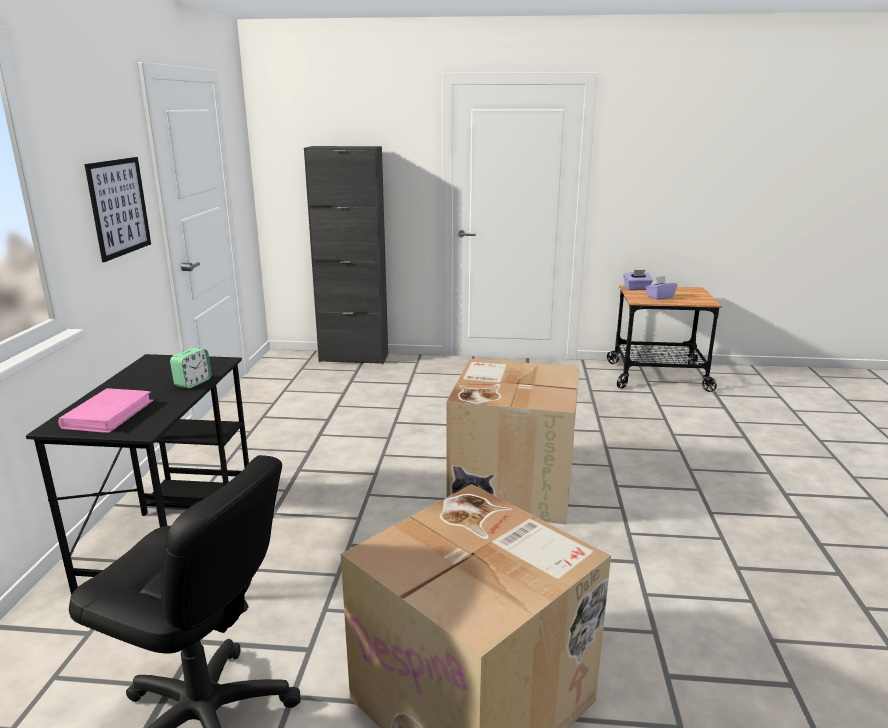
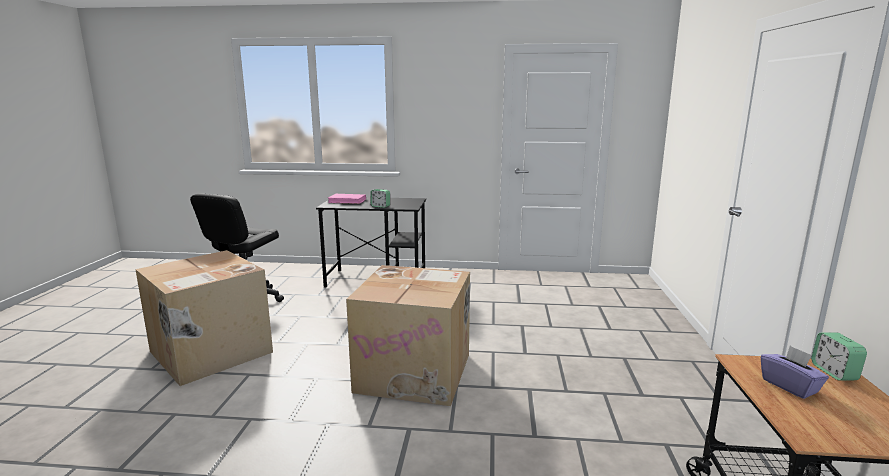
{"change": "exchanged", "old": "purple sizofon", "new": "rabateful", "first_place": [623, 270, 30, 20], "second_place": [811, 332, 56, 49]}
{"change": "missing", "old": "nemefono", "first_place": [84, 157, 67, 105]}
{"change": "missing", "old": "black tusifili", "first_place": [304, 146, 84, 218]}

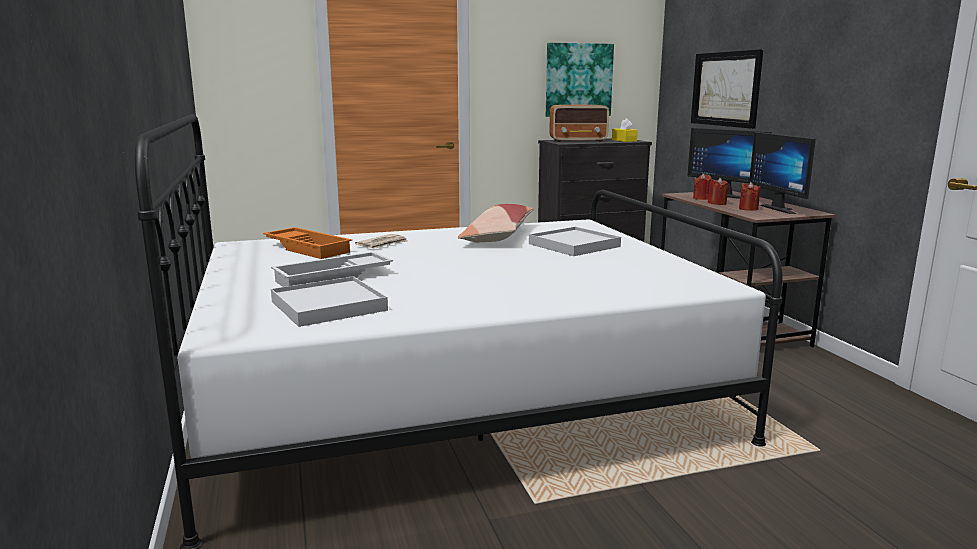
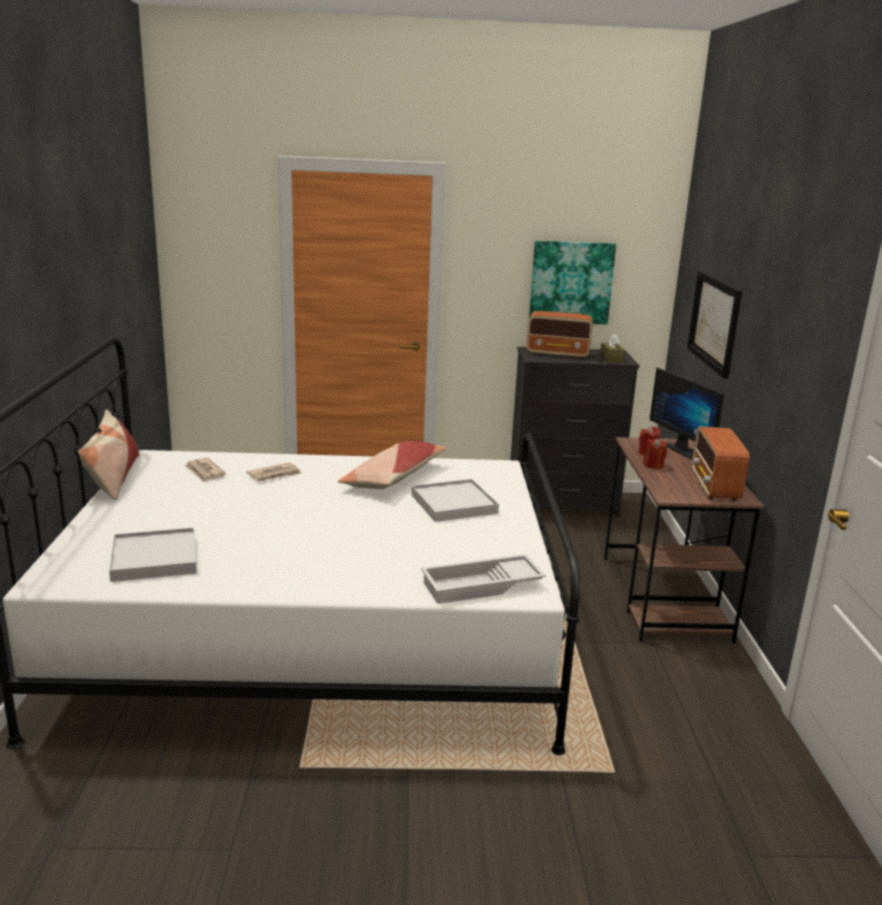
{"change": "appeared", "new": "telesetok", "second_place": [78, 409, 62, 91]}
{"change": "exchanged", "old": "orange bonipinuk", "new": "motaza", "first_place": [263, 227, 89, 32], "second_place": [184, 458, 42, 24]}
{"change": "relocated", "old": "white bonipinuk", "first_place": [271, 251, 122, 36], "second_place": [421, 554, 125, 50]}
{"change": "colour", "old": "yellow sizofon", "new": "brown sizofon", "first_place": [612, 118, 26, 24], "second_place": [600, 334, 25, 28]}
{"change": "exchanged", "old": "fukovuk", "new": "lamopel", "first_place": [749, 132, 67, 82], "second_place": [692, 427, 58, 74]}
{"change": "missing", "old": "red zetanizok", "first_place": [739, 182, 22, 29]}

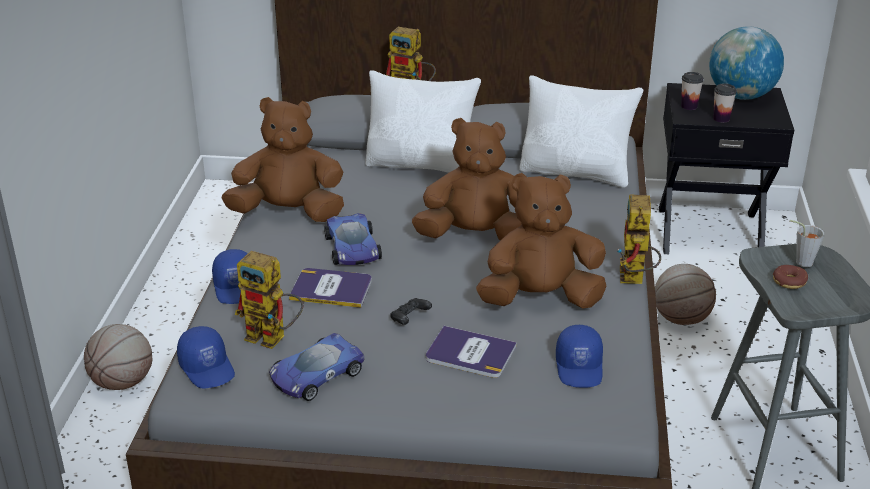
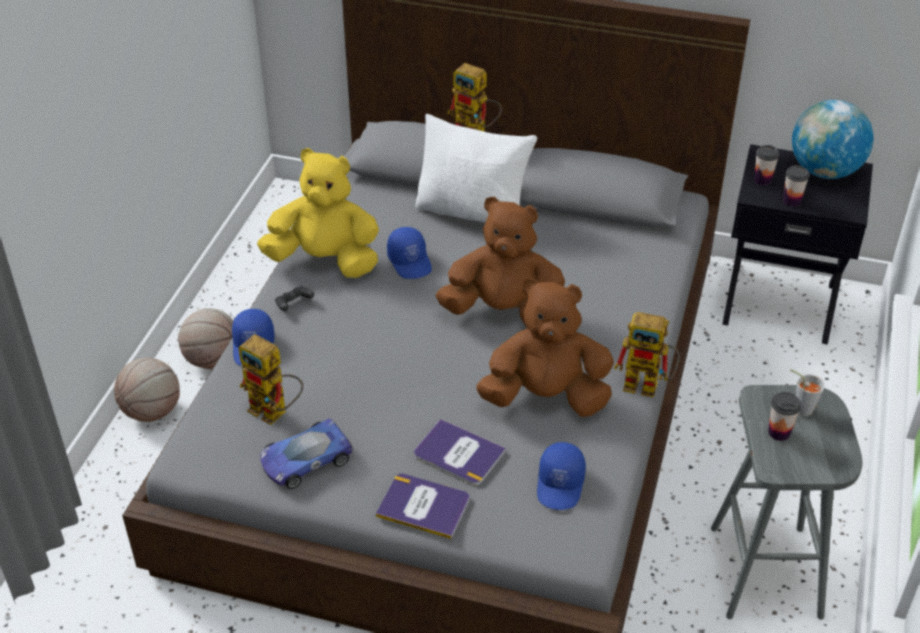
{"change": "relocated", "old": "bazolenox", "first_place": [655, 264, 61, 61], "second_place": [178, 308, 56, 61]}
{"change": "colour", "old": "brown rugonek", "new": "yellow rugonek", "first_place": [222, 97, 122, 125], "second_place": [257, 148, 122, 130]}
{"change": "relocated", "old": "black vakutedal", "first_place": [390, 298, 42, 27], "second_place": [275, 286, 39, 25]}
{"change": "relocated", "old": "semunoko", "first_place": [289, 268, 83, 40], "second_place": [376, 474, 93, 65]}
{"change": "relocated", "old": "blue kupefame", "first_place": [177, 326, 58, 62], "second_place": [387, 227, 45, 52]}
{"change": "spun", "old": "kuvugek", "first_place": [617, 194, 44, 90], "second_place": [614, 312, 66, 85], "degrees": -90}
{"change": "exchanged", "old": "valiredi", "new": "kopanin", "first_place": [773, 265, 35, 24], "second_place": [768, 392, 33, 49]}
{"change": "missing", "old": "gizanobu", "first_place": [324, 213, 58, 52]}
{"change": "missing", "old": "white telesetok", "first_place": [519, 75, 124, 113]}

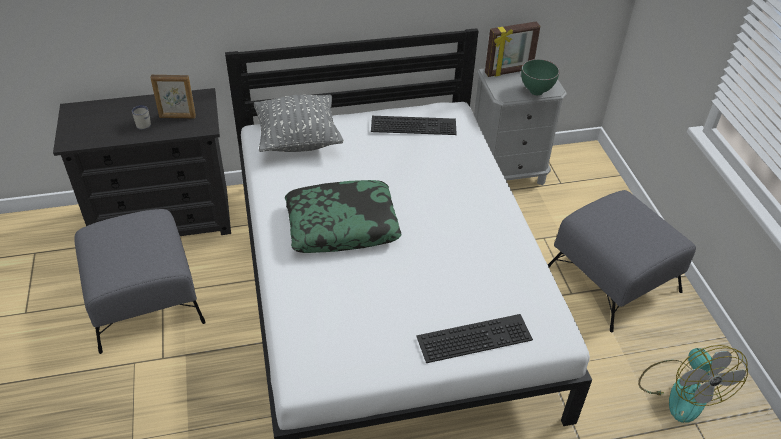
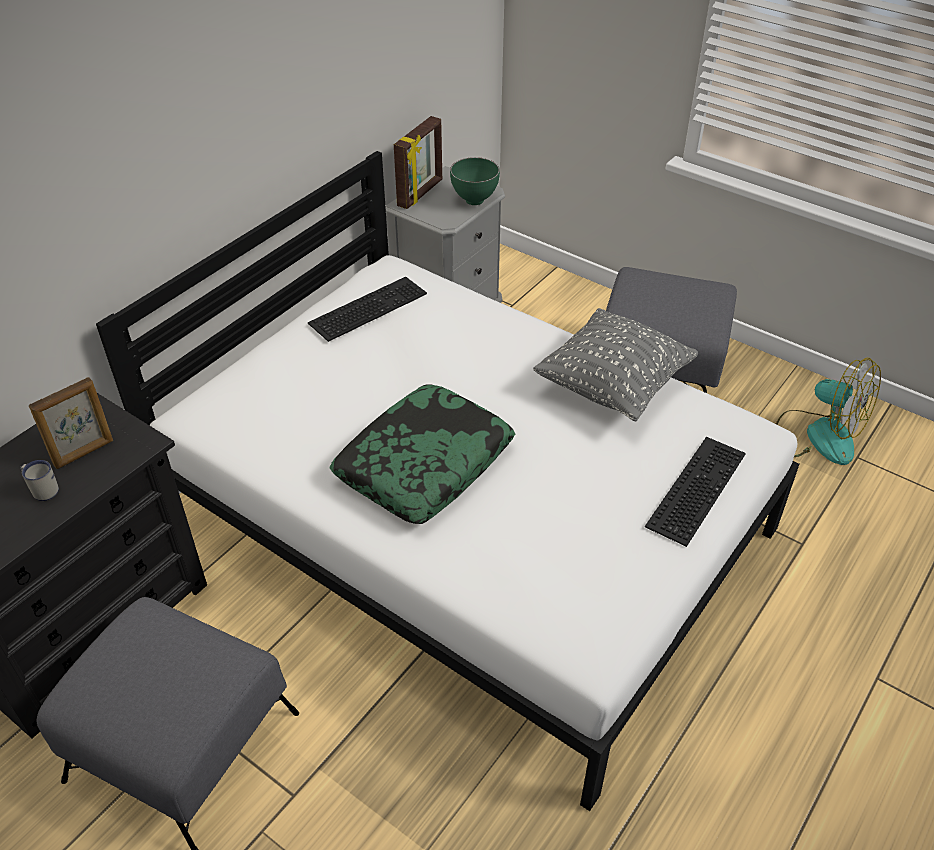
{"change": "relocated", "old": "grey telesetok", "first_place": [254, 94, 90, 58], "second_place": [533, 308, 165, 113]}

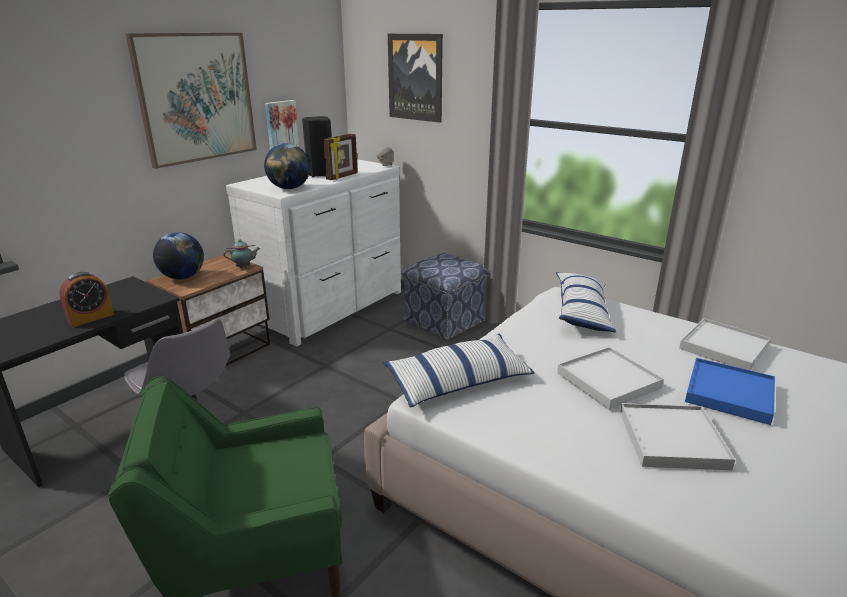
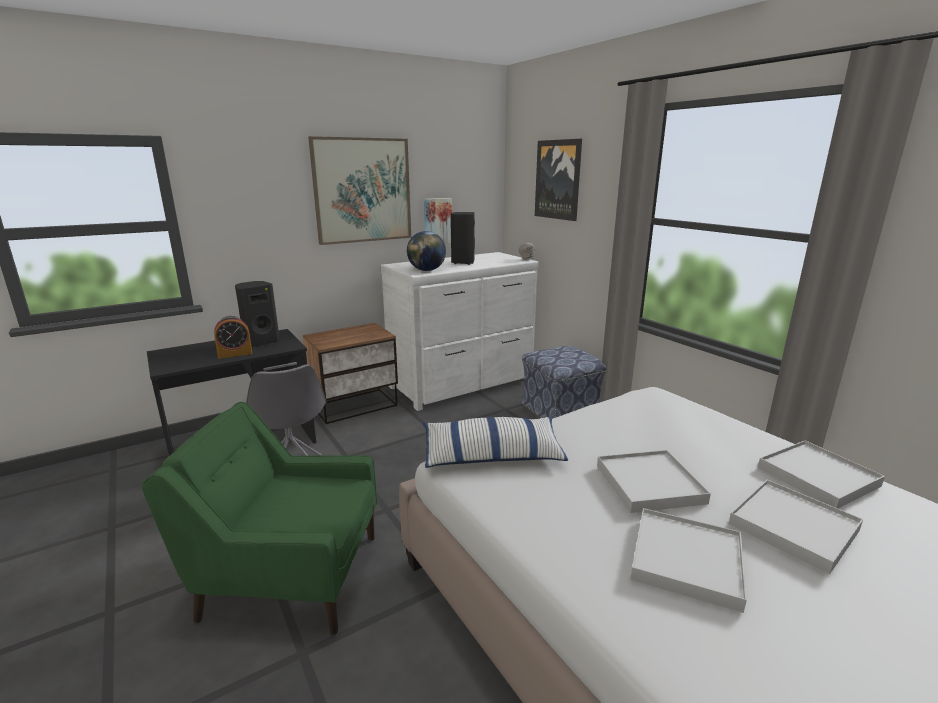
{"change": "appeared", "new": "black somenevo", "second_place": [235, 281, 45, 66]}
{"change": "colour", "old": "blue bonipinuk", "new": "white bonipinuk", "first_place": [685, 358, 90, 67], "second_place": [729, 479, 134, 95]}
{"change": "missing", "old": "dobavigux", "first_place": [153, 232, 51, 47]}
{"change": "missing", "old": "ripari", "first_place": [224, 239, 36, 29]}
{"change": "missing", "old": "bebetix", "first_place": [323, 134, 35, 46]}
{"change": "missing", "old": "telesetok", "first_place": [556, 272, 60, 60]}

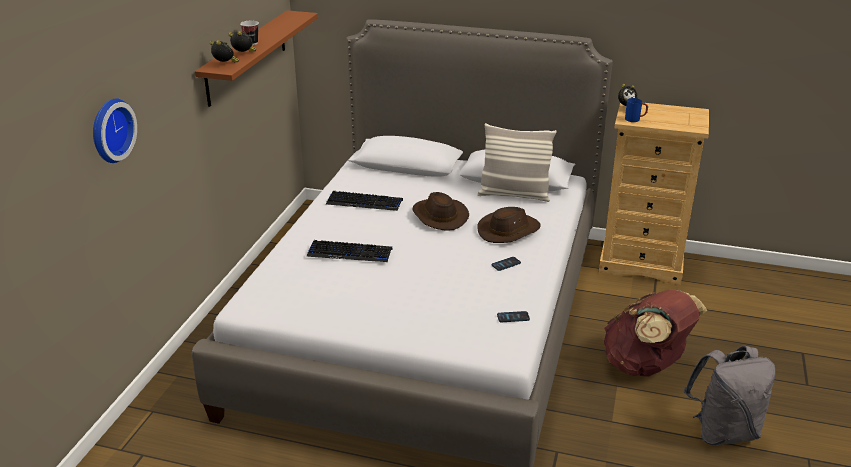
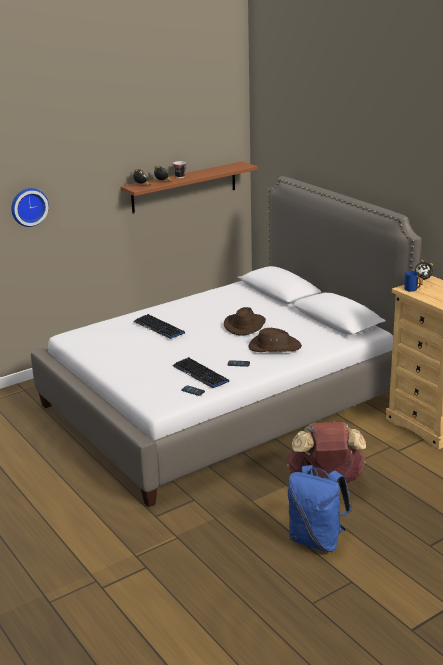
{"change": "relocated", "old": "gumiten", "first_place": [326, 191, 77, 20], "second_place": [173, 357, 56, 31]}
{"change": "colour", "old": "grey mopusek", "new": "blue mopusek", "first_place": [683, 346, 93, 100], "second_place": [288, 465, 63, 87]}
{"change": "missing", "old": "telesetok", "first_place": [477, 123, 80, 79]}

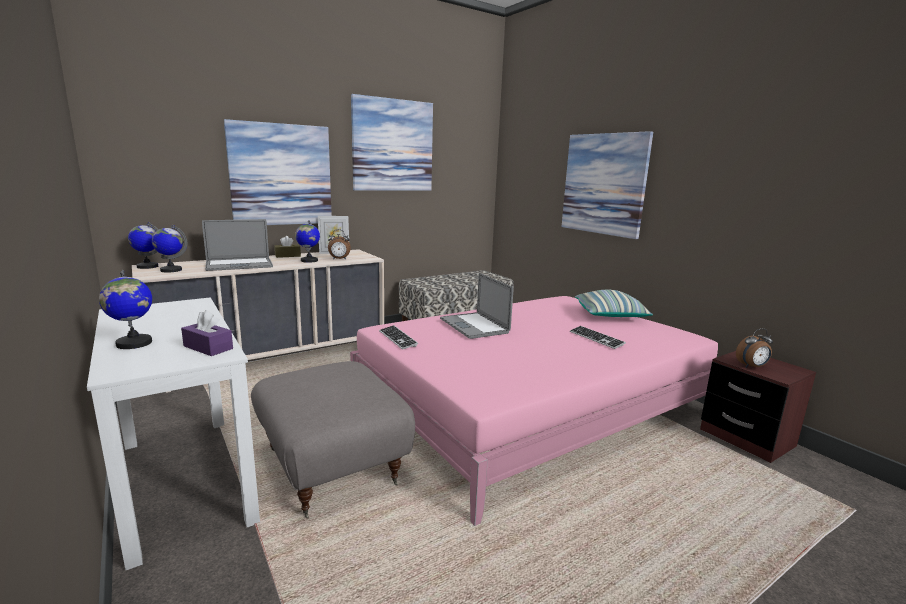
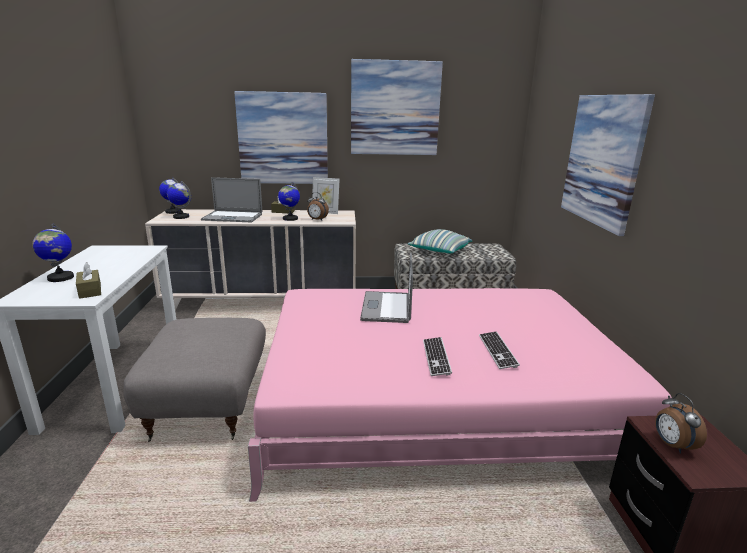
{"change": "colour", "old": "purple sizofon", "new": "brown sizofon", "first_place": [181, 310, 52, 46], "second_place": [76, 262, 25, 37]}
{"change": "relocated", "old": "telesetok", "first_place": [575, 290, 78, 27], "second_place": [408, 229, 65, 24]}
{"change": "relocated", "old": "gumiten", "first_place": [379, 325, 39, 25], "second_place": [423, 337, 29, 39]}
{"change": "spun", "old": "rabateful", "first_place": [736, 328, 37, 40], "second_place": [655, 393, 52, 61], "degrees": 60}

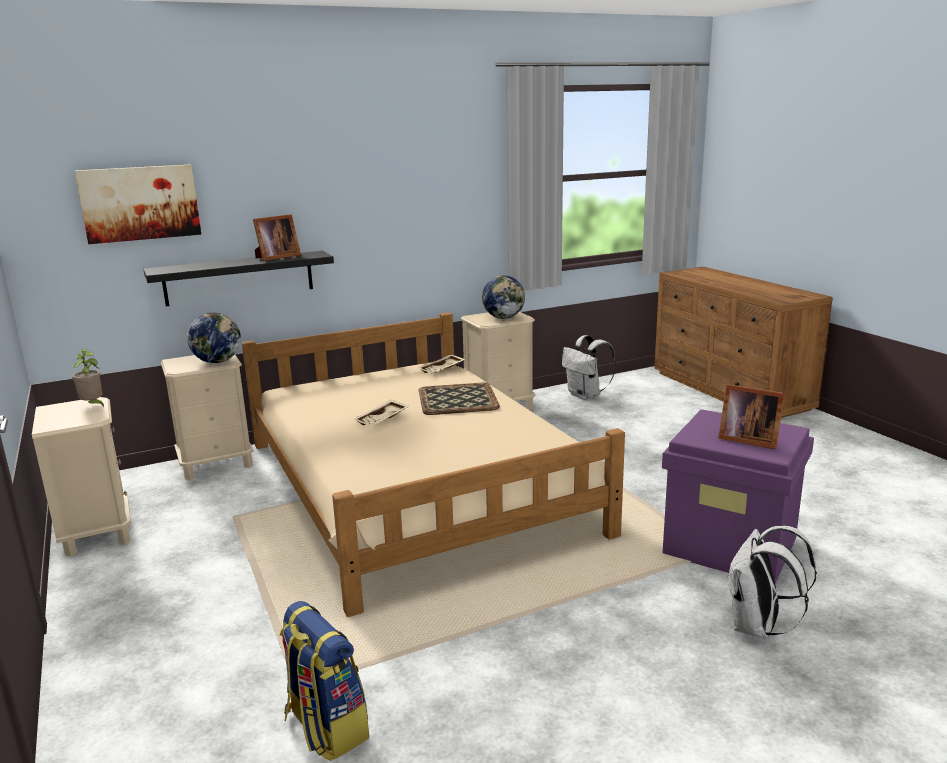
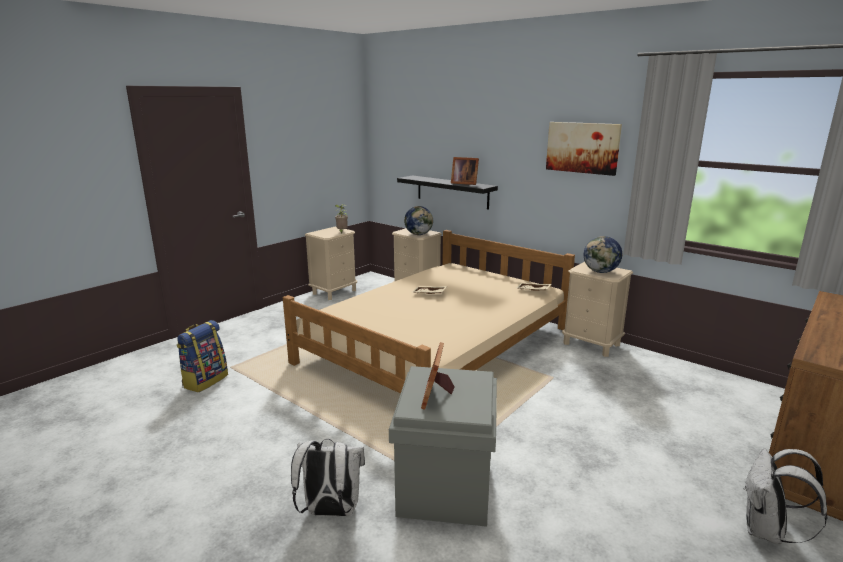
{"change": "colour", "old": "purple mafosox", "new": "grey mafosox", "first_place": [662, 409, 152, 174], "second_place": [389, 366, 108, 161]}
{"change": "relocated", "old": "nemefono", "first_place": [75, 164, 126, 80], "second_place": [546, 122, 76, 54]}
{"change": "relocated", "old": "white mopusek", "first_place": [562, 335, 54, 65], "second_place": [743, 448, 85, 97]}
{"change": "missing", "old": "bonipinuk", "first_place": [419, 383, 81, 32]}

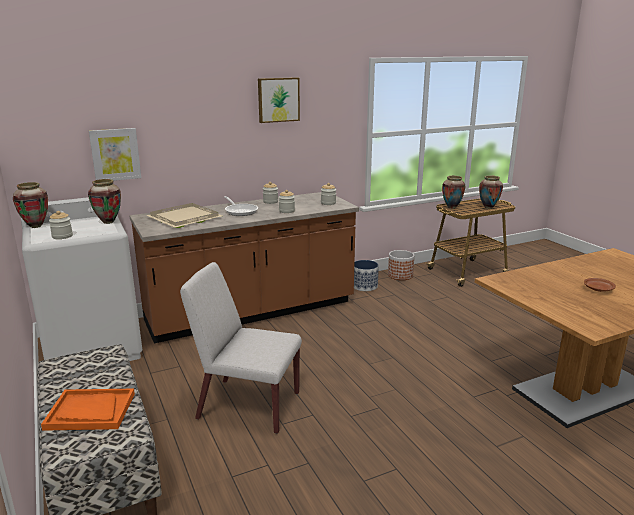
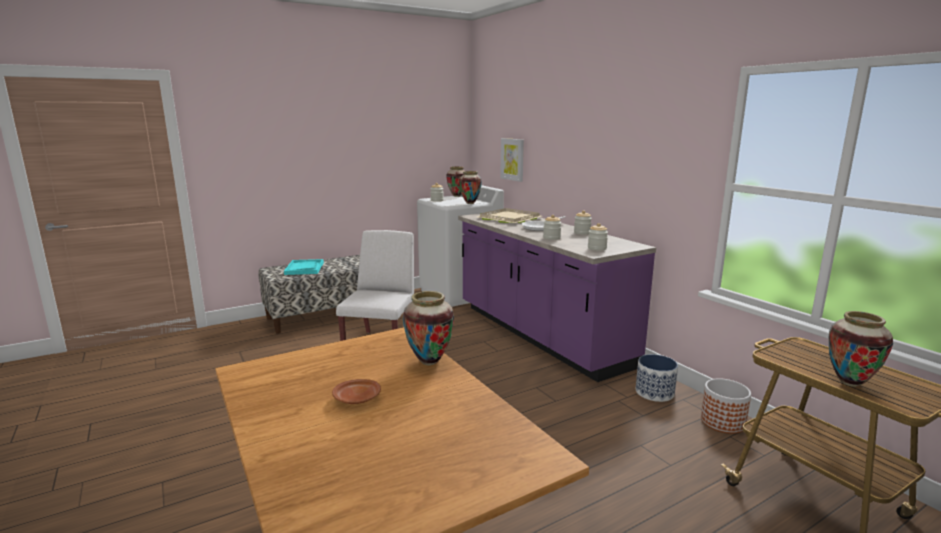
{"change": "colour", "old": "orange bonipinuk", "new": "turquoise bonipinuk", "first_place": [41, 389, 94, 42], "second_place": [284, 259, 40, 16]}
{"change": "relocated", "old": "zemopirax", "first_place": [442, 176, 23, 33], "second_place": [403, 291, 51, 74]}
{"change": "colour", "old": "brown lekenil", "new": "purple lekenil", "first_place": [130, 192, 229, 151], "second_place": [458, 211, 198, 171]}
{"change": "missing", "old": "nemefono", "first_place": [258, 77, 42, 46]}

